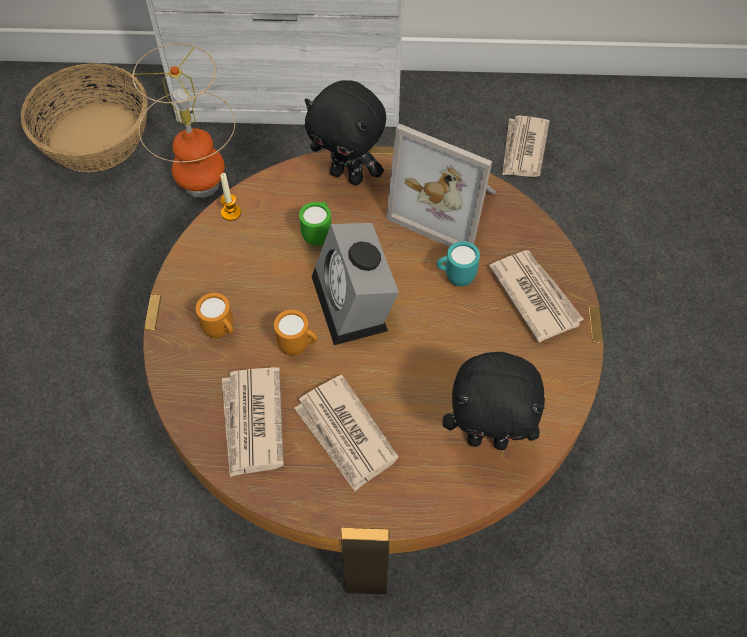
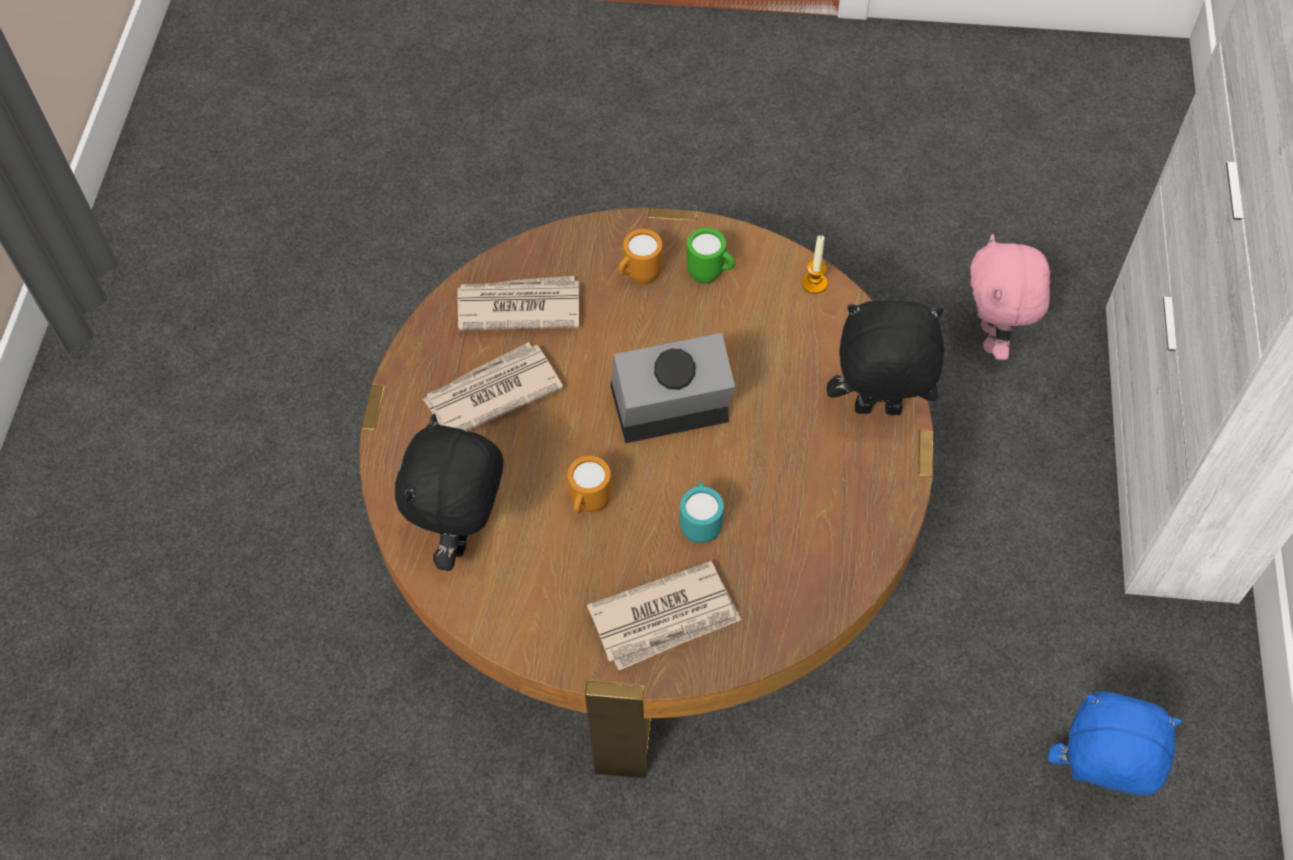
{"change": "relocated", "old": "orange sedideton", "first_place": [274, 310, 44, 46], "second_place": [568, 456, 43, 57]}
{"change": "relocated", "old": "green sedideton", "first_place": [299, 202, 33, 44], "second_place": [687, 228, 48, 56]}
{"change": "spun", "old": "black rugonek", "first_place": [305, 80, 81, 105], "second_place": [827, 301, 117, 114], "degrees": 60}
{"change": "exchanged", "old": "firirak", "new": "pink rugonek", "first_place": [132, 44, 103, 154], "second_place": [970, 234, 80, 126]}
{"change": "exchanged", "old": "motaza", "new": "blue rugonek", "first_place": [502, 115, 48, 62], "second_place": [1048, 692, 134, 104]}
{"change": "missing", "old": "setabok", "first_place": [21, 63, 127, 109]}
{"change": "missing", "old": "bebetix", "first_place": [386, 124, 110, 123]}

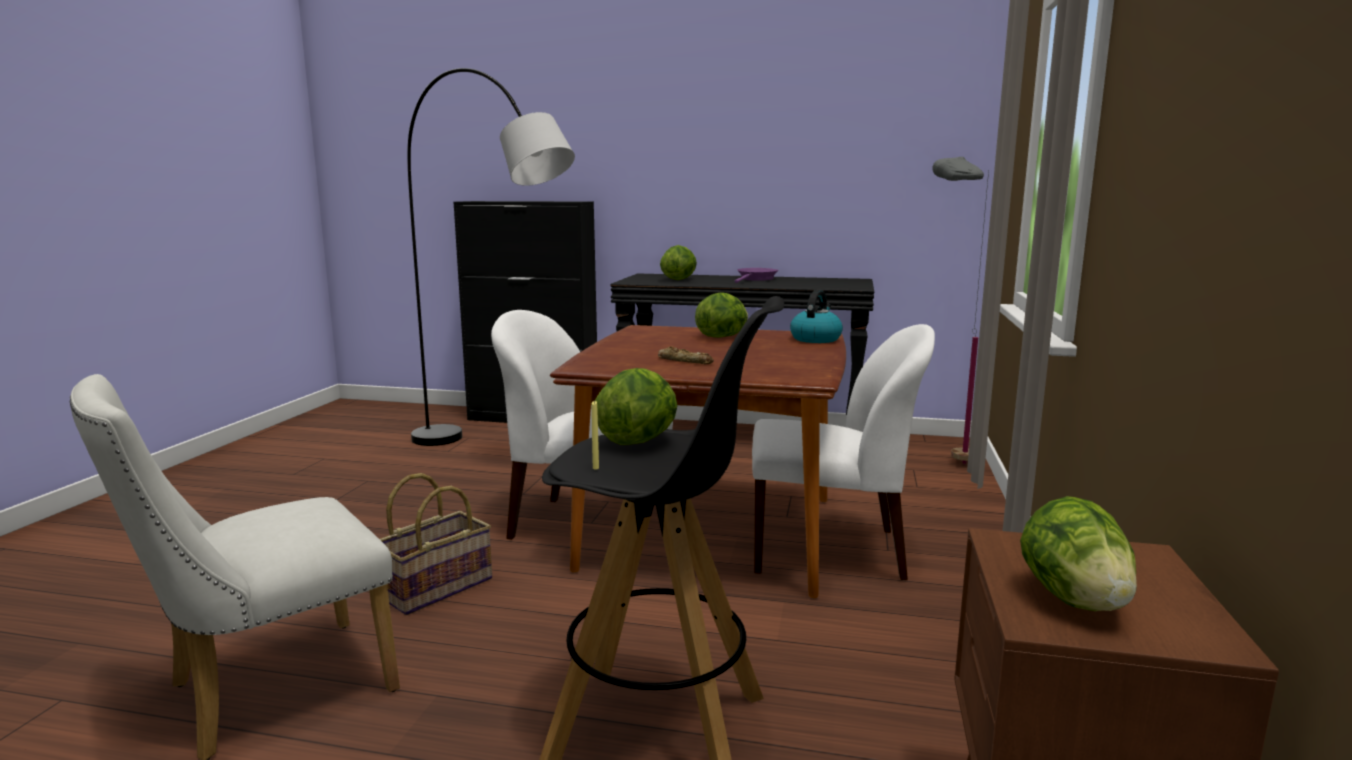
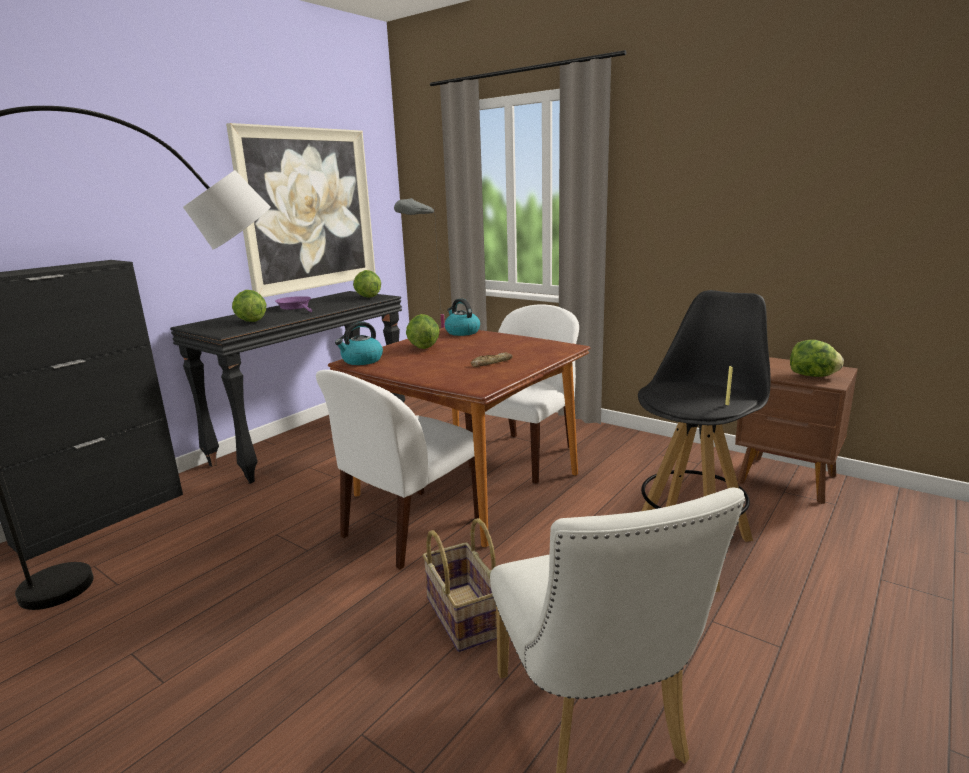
{"change": "appeared", "new": "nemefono", "second_place": [226, 123, 150, 174]}
{"change": "appeared", "new": "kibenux", "second_place": [335, 321, 48, 44]}
{"change": "relocated", "old": "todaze", "first_place": [595, 368, 83, 77], "second_place": [353, 270, 28, 28]}

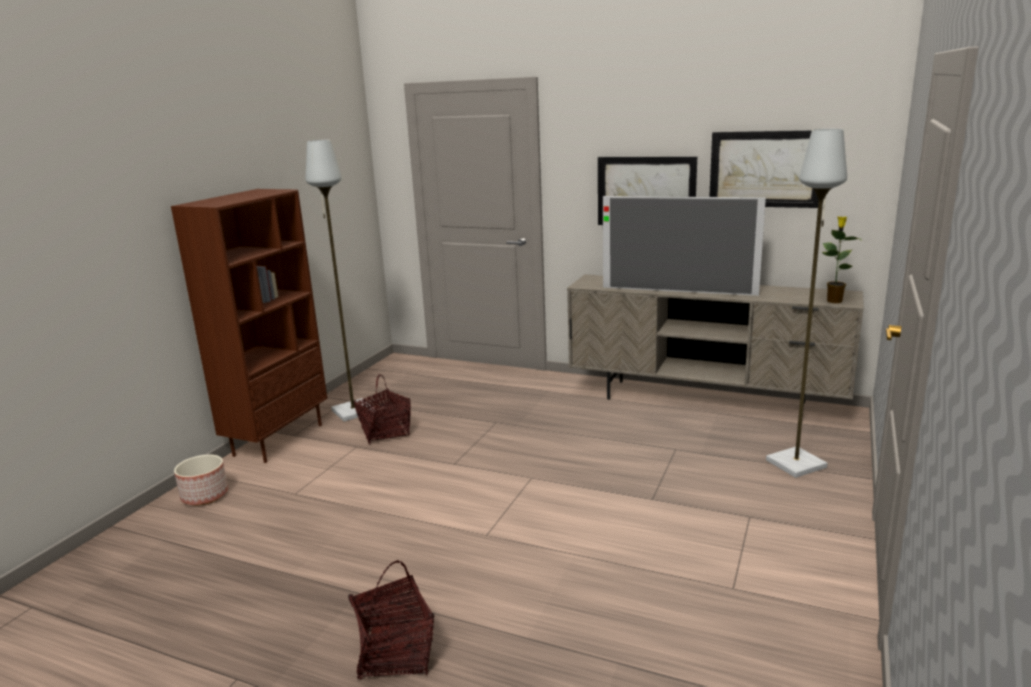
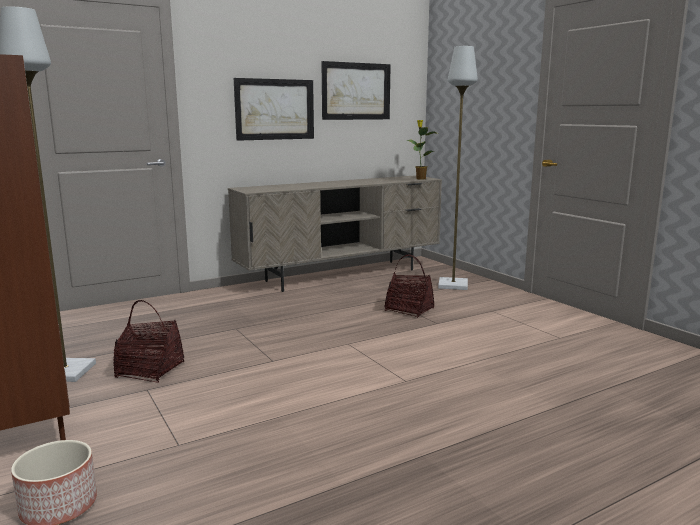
{"change": "relocated", "old": "setabok", "first_place": [348, 560, 87, 120], "second_place": [385, 255, 49, 63]}
{"change": "missing", "old": "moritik", "first_place": [603, 196, 163, 100]}

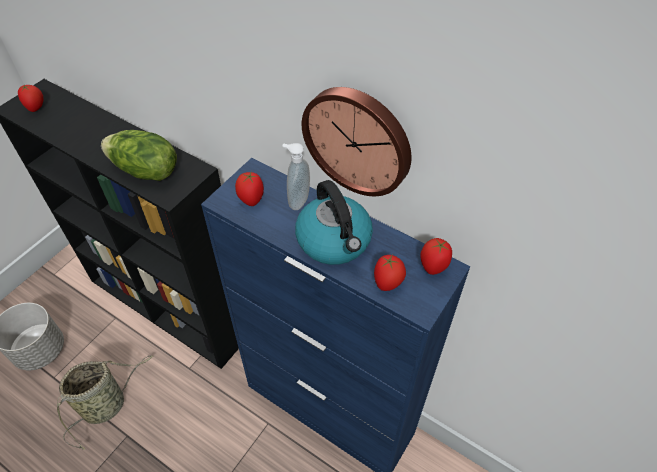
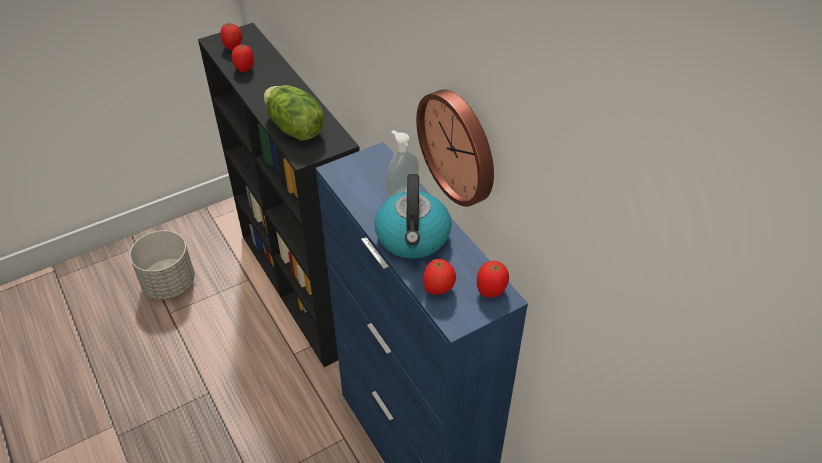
{"change": "relocated", "old": "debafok", "first_place": [235, 171, 29, 35], "second_place": [232, 45, 22, 27]}
{"change": "missing", "old": "setabok", "first_place": [57, 355, 96, 95]}

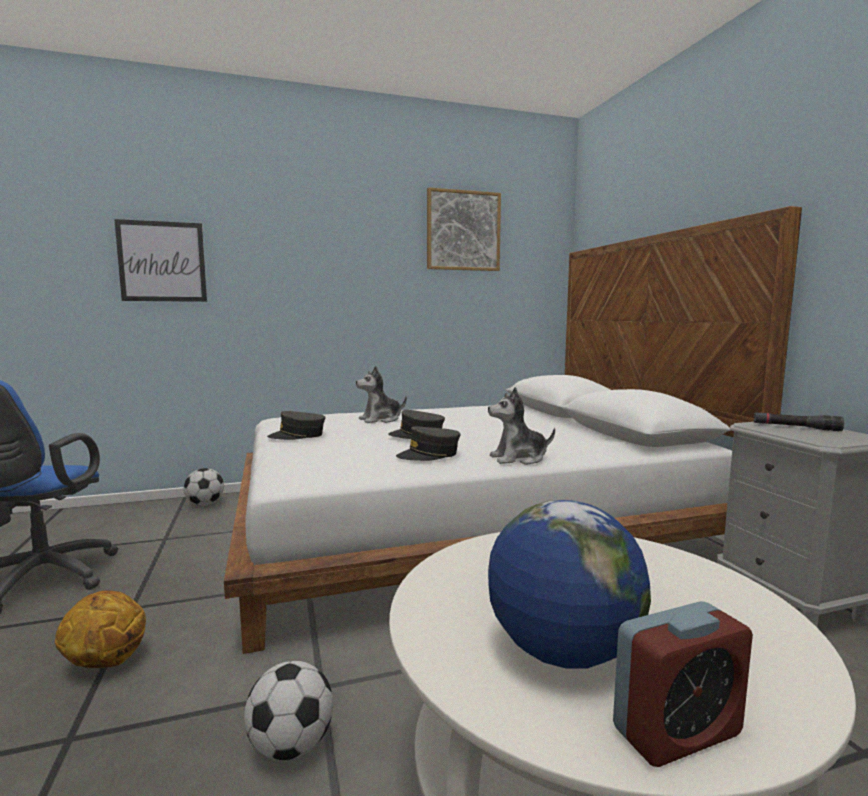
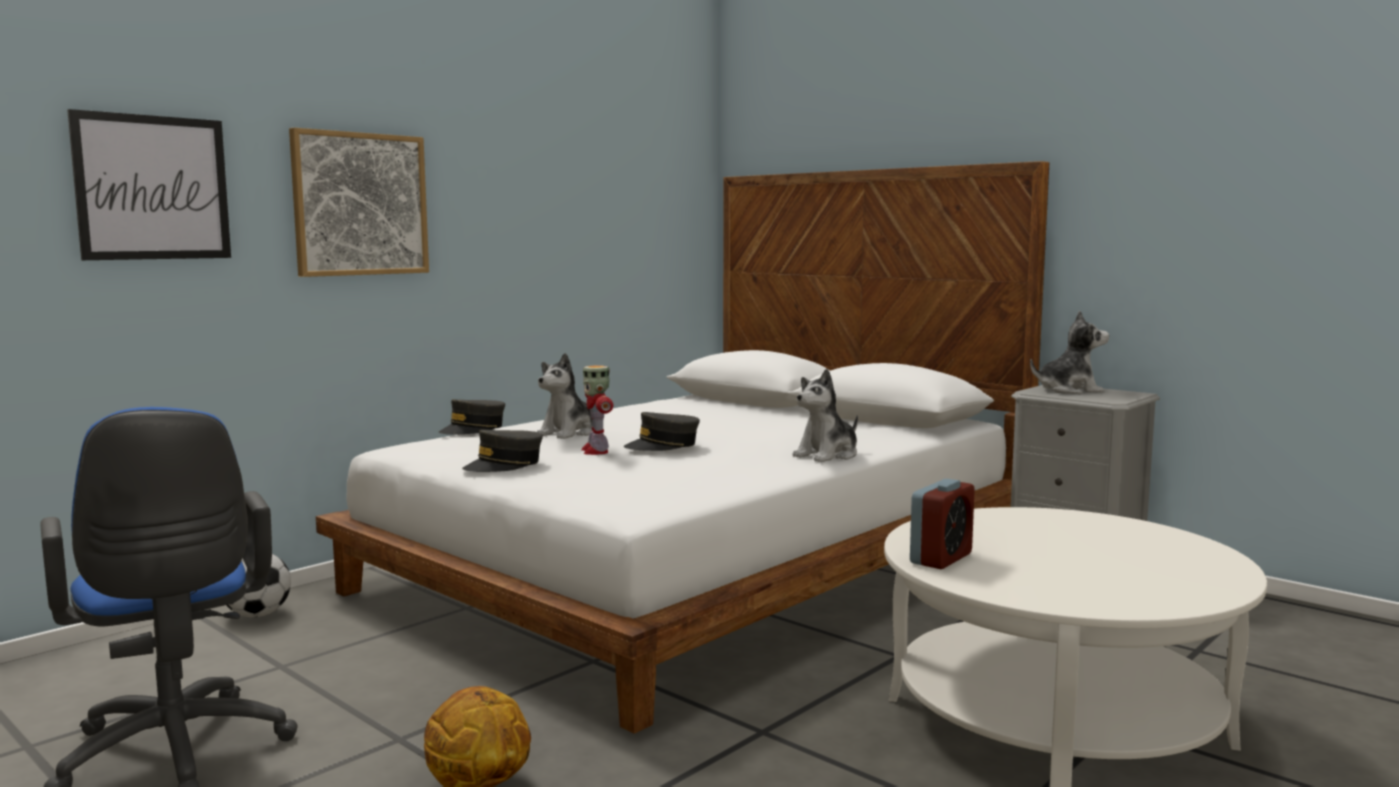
{"change": "relocated", "old": "nemefono", "first_place": [427, 187, 74, 84], "second_place": [289, 128, 140, 149]}
{"change": "relocated", "old": "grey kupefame", "first_place": [396, 426, 65, 35], "second_place": [439, 399, 66, 35]}
{"change": "appeared", "new": "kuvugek", "second_place": [581, 365, 32, 90]}
{"change": "relocated", "old": "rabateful", "first_place": [613, 601, 140, 166], "second_place": [910, 479, 65, 90]}
{"change": "exchanged", "old": "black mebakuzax", "new": "rugonek", "first_place": [753, 413, 91, 18], "second_place": [1030, 311, 79, 83]}
{"change": "missing", "old": "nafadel", "first_place": [244, 661, 89, 100]}
{"change": "missing", "old": "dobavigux", "first_place": [488, 500, 163, 168]}

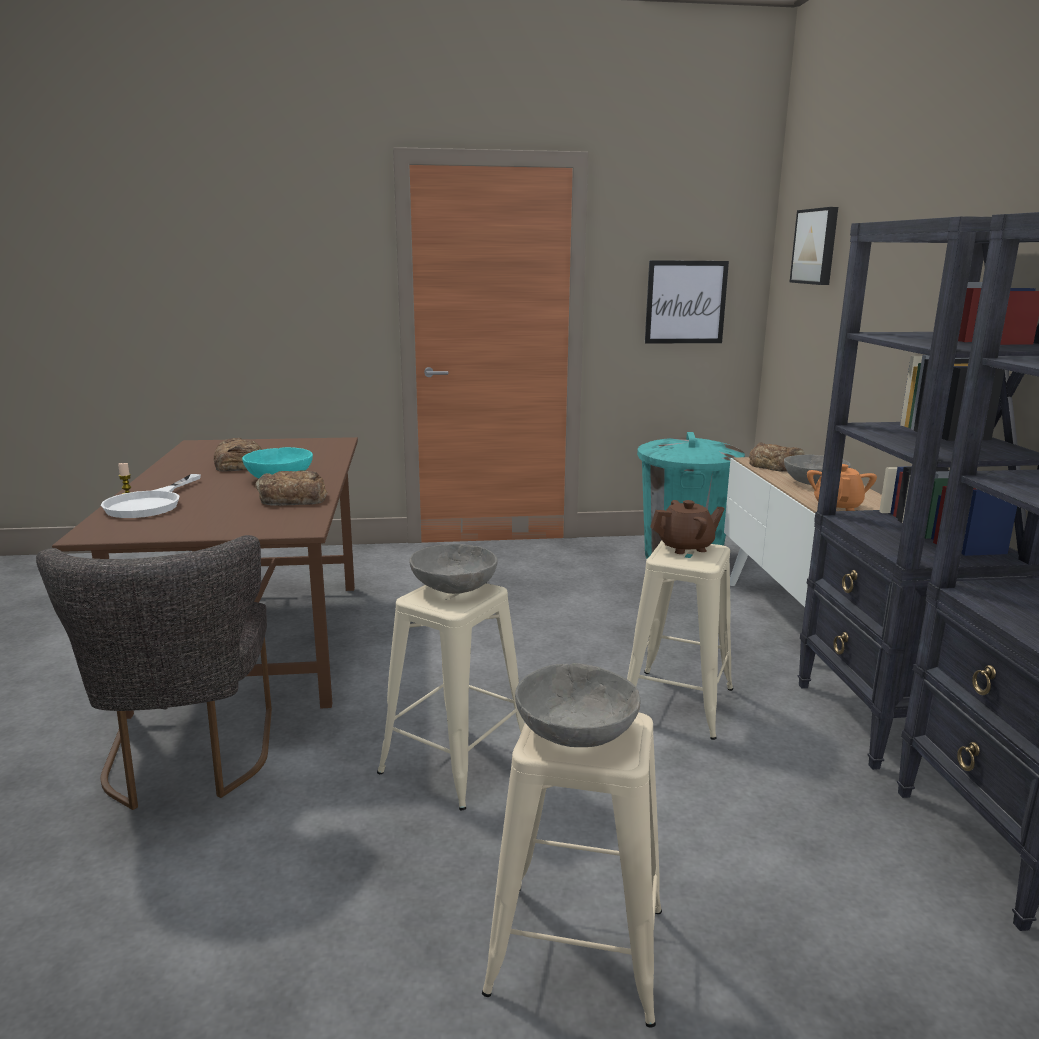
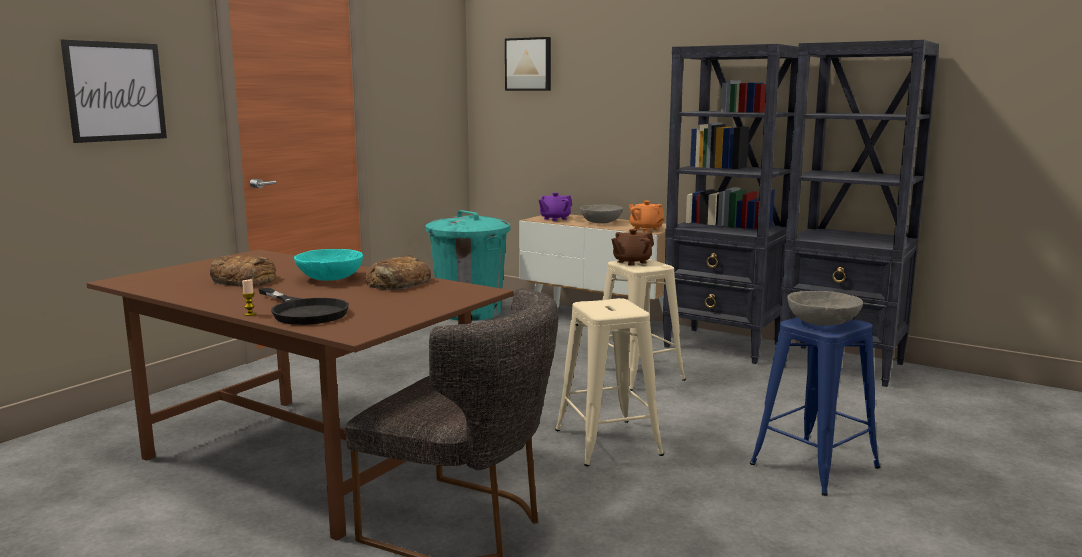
{"change": "relocated", "old": "nemefono", "first_place": [645, 260, 84, 83], "second_place": [61, 40, 106, 103]}
{"change": "colour", "old": "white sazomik", "new": "black sazomik", "first_place": [101, 474, 100, 44], "second_place": [258, 288, 91, 37]}
{"change": "exchanged", "old": "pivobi", "new": "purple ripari", "first_place": [749, 442, 56, 30], "second_place": [539, 192, 33, 29]}
{"change": "spun", "old": "brown ripari", "first_place": [650, 500, 75, 54], "second_place": [611, 229, 43, 37], "degrees": -150}
{"change": "colour", "old": "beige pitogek", "new": "blue pitogek", "first_place": [482, 712, 180, 316], "second_place": [750, 317, 130, 179]}
{"change": "missing", "old": "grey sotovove", "first_place": [409, 544, 89, 50]}

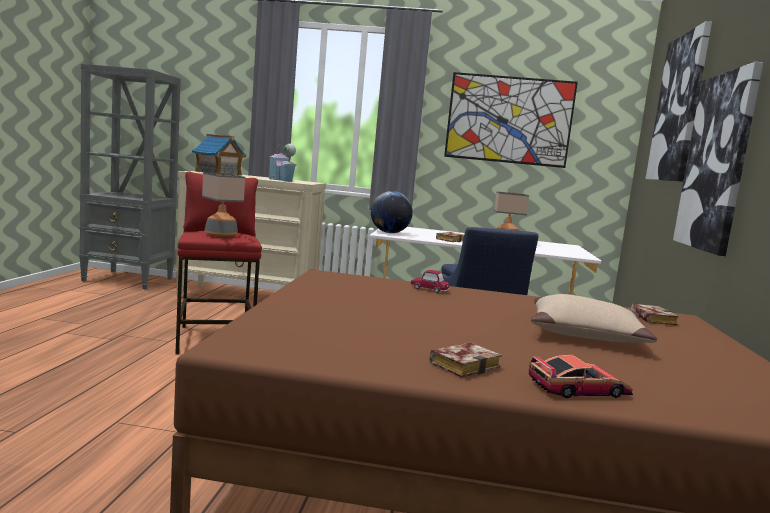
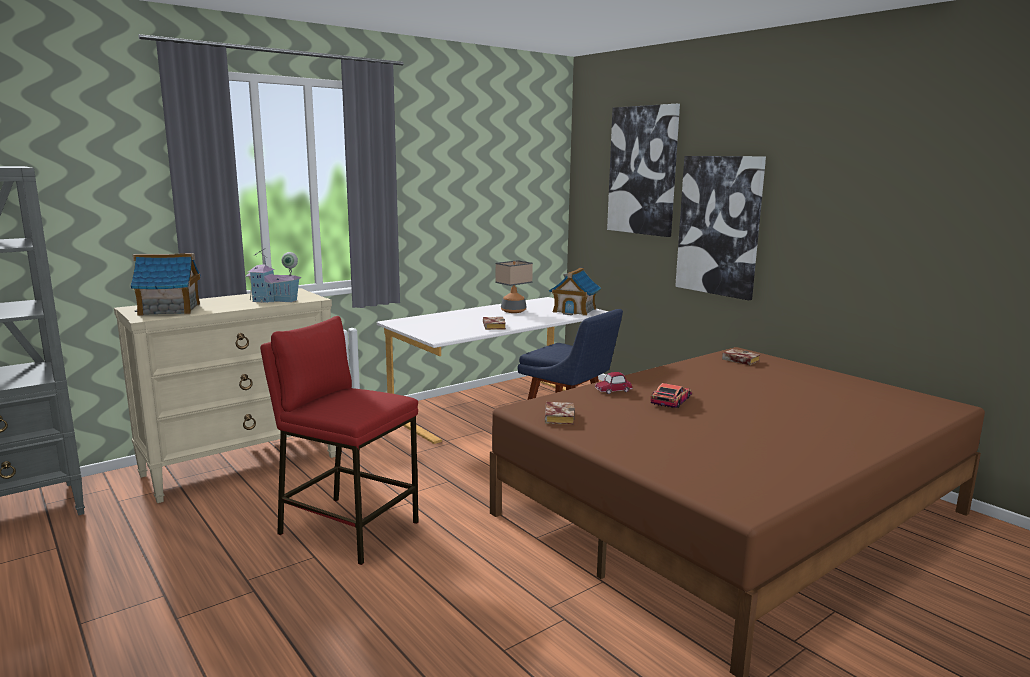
{"change": "relocated", "old": "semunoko", "first_place": [429, 342, 73, 36], "second_place": [545, 402, 30, 23]}
{"change": "appeared", "new": "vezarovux", "second_place": [549, 268, 52, 48]}
{"change": "relocated", "old": "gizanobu", "first_place": [529, 355, 104, 43], "second_place": [651, 383, 41, 25]}
{"change": "missing", "old": "firirak", "first_place": [202, 172, 43, 65]}
{"change": "missing", "old": "dobavigux", "first_place": [371, 191, 42, 42]}
{"change": "missing", "old": "nemefono", "first_place": [444, 72, 134, 96]}
{"change": "missing", "old": "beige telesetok", "first_place": [531, 294, 126, 49]}

